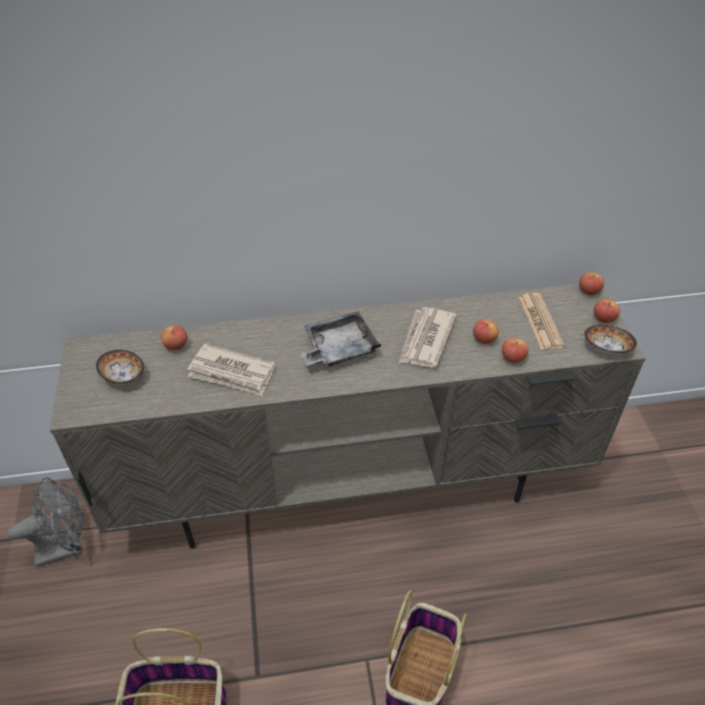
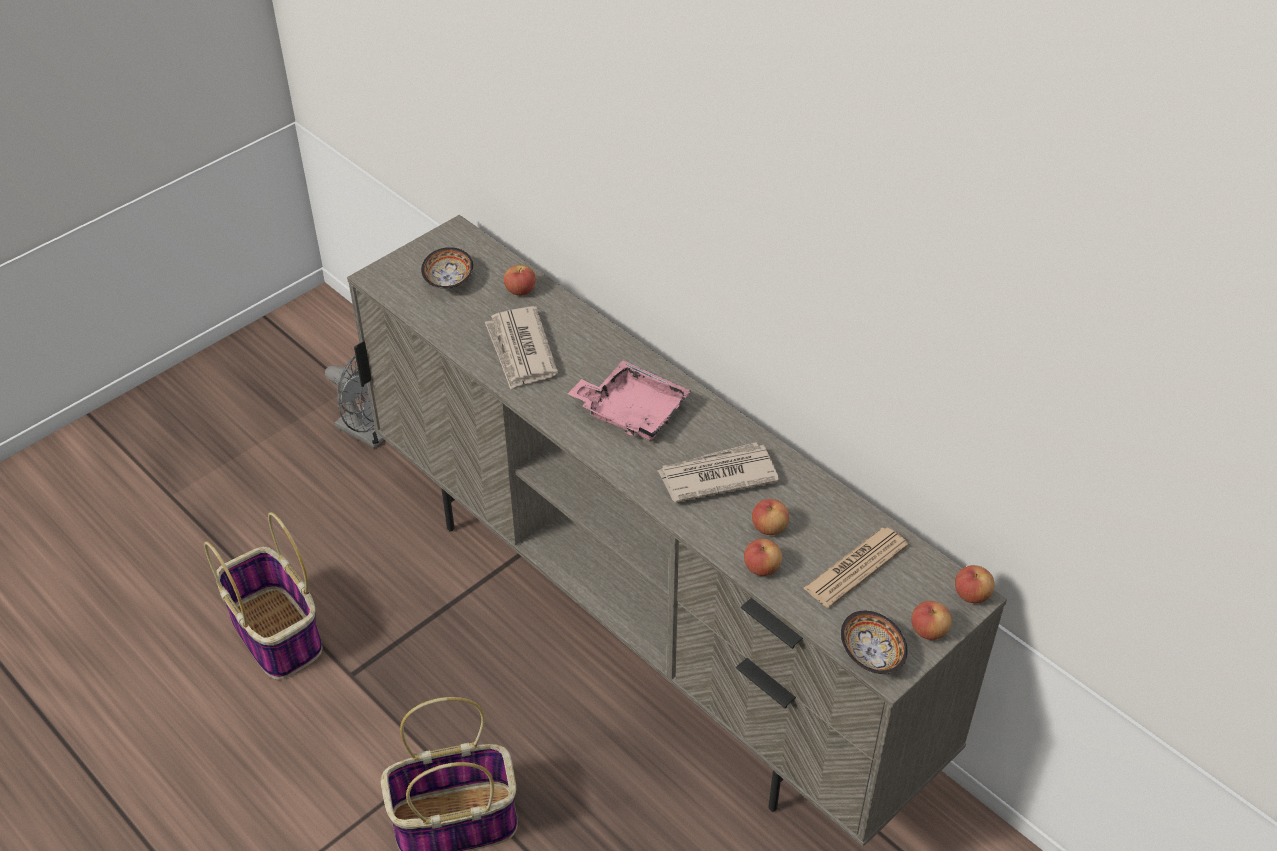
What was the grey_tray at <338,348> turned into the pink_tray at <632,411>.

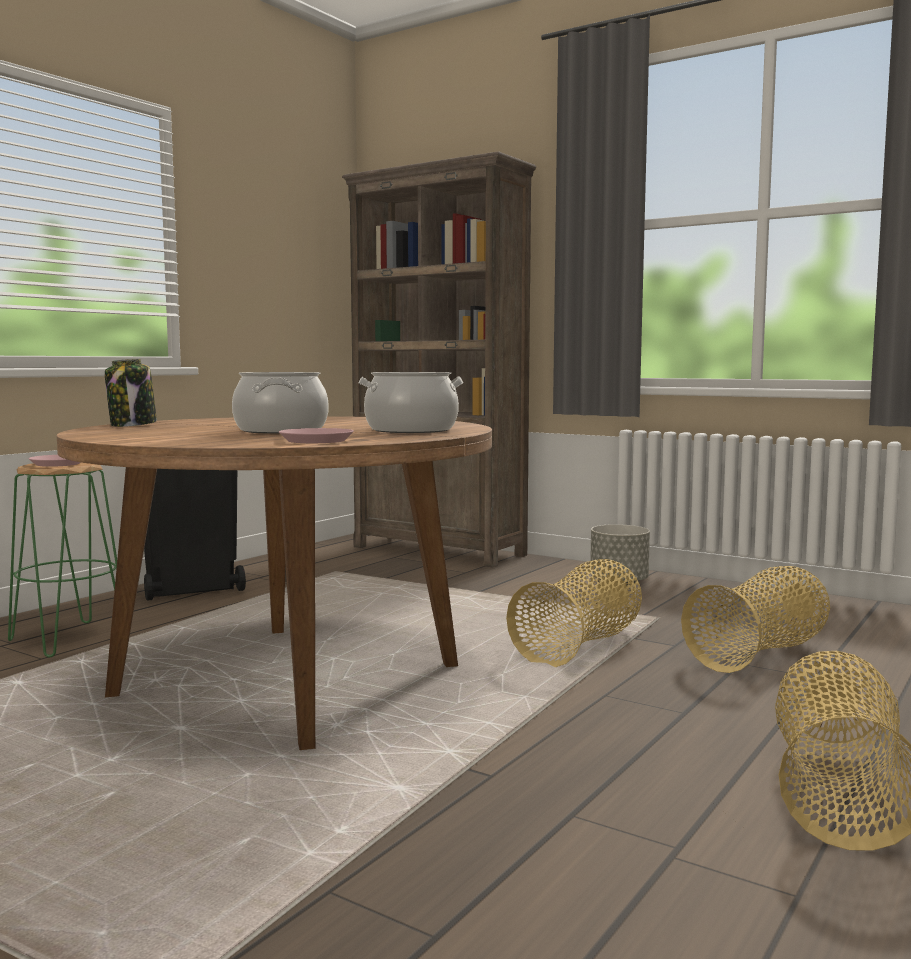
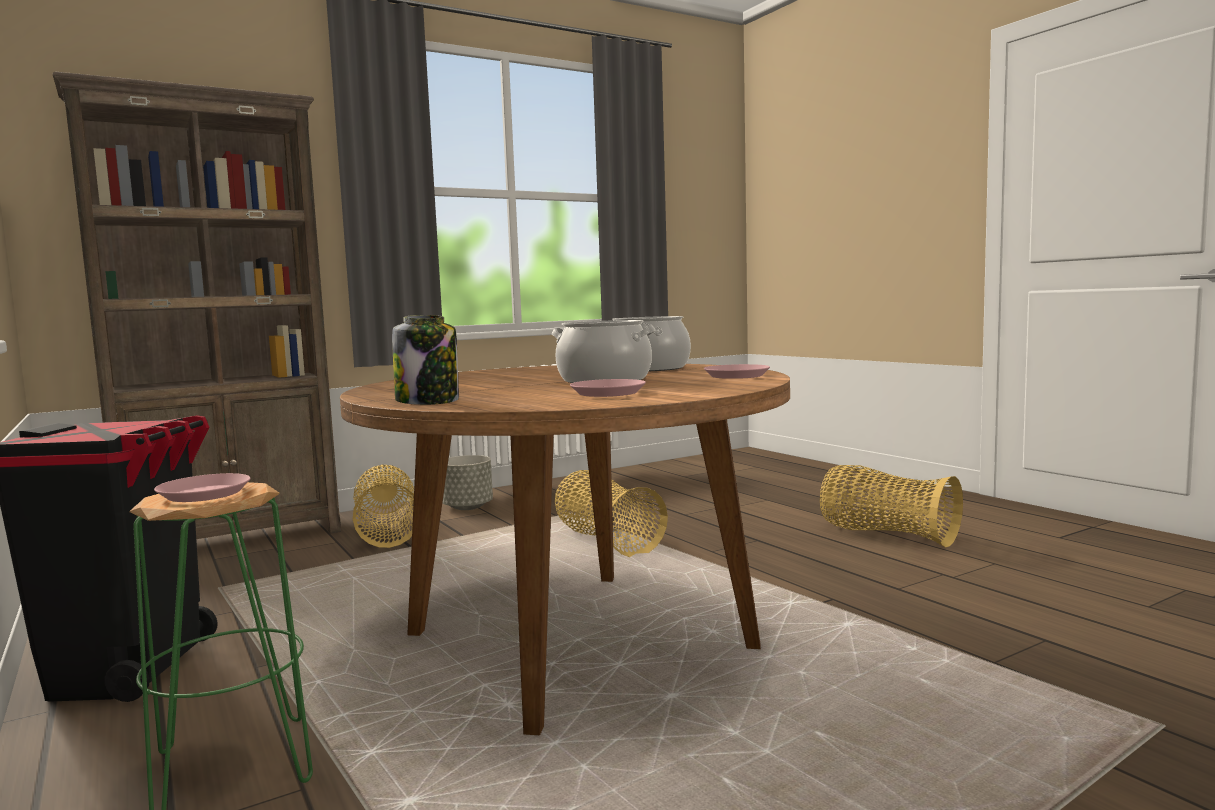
The second view gained the pink_plate at <608,393>. The basket ended up elsewhere, having gone from <760,654> to <387,531>.

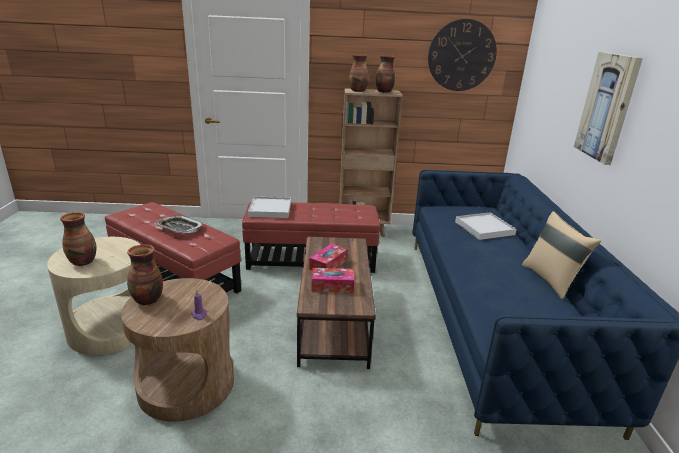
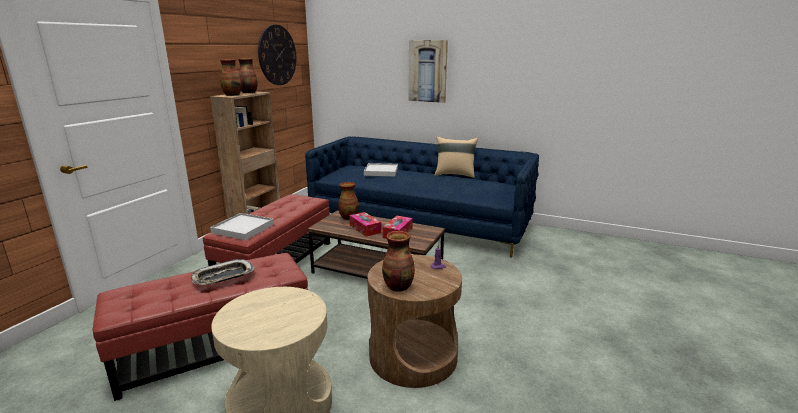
The vase ended up elsewhere, having gone from <83,261> to <348,217>.

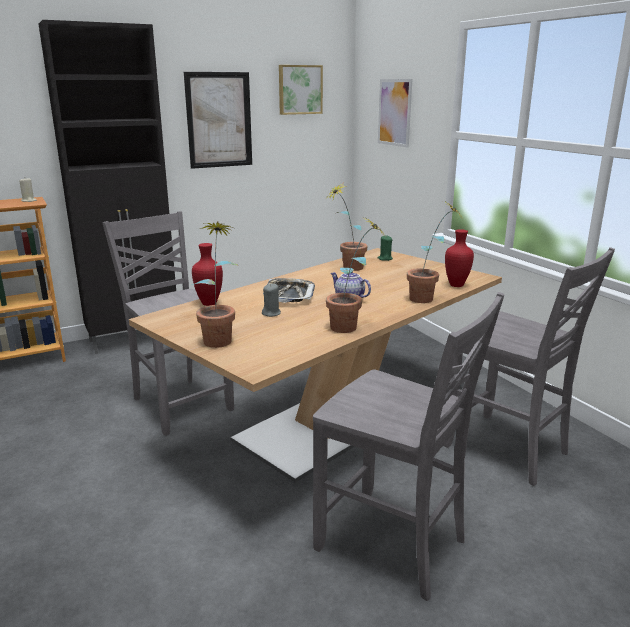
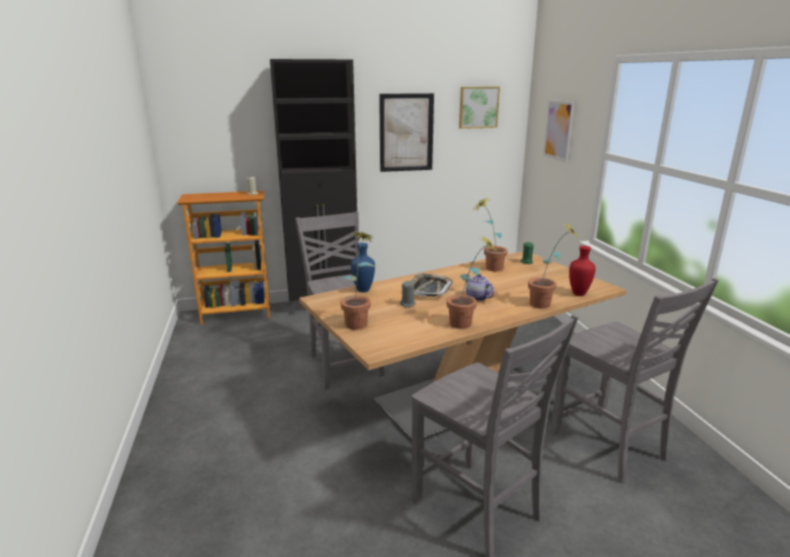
What was the red_vase at <209,303> turned into the blue_vase at <363,290>.

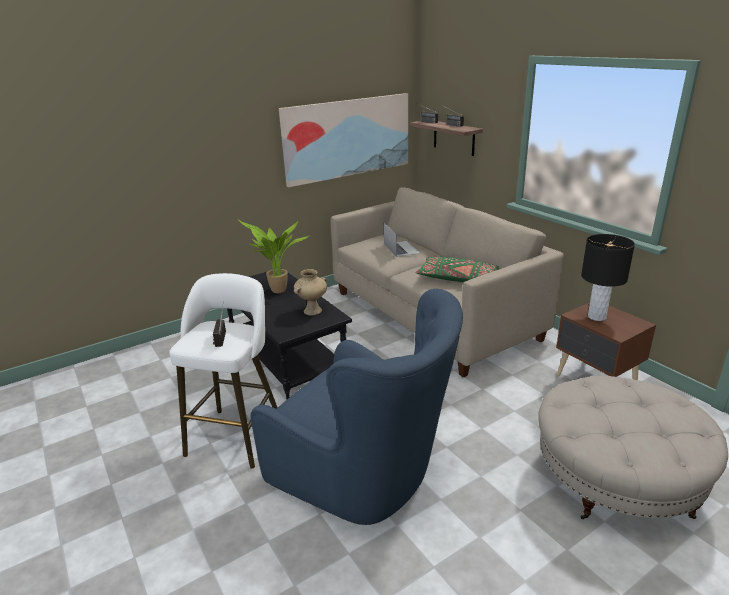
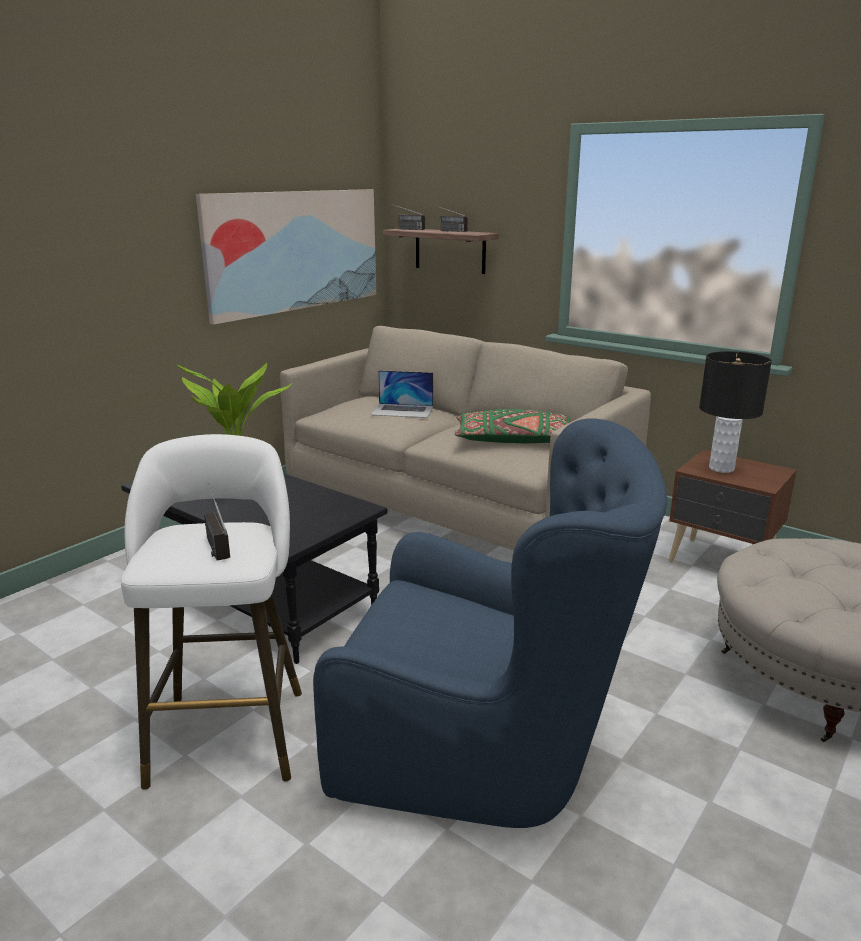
The second view lost the beige_vase at <312,310>. The laptop at <401,248> ended up facing another way, 135 degrees clockwise from before.

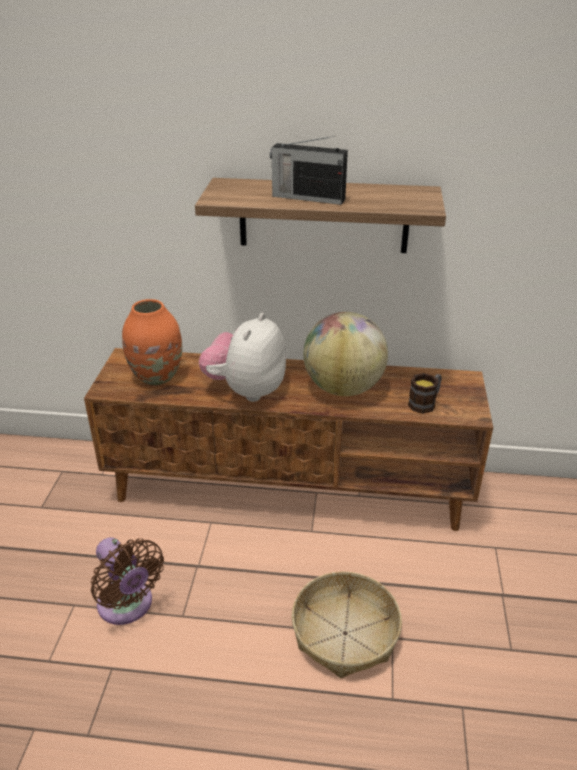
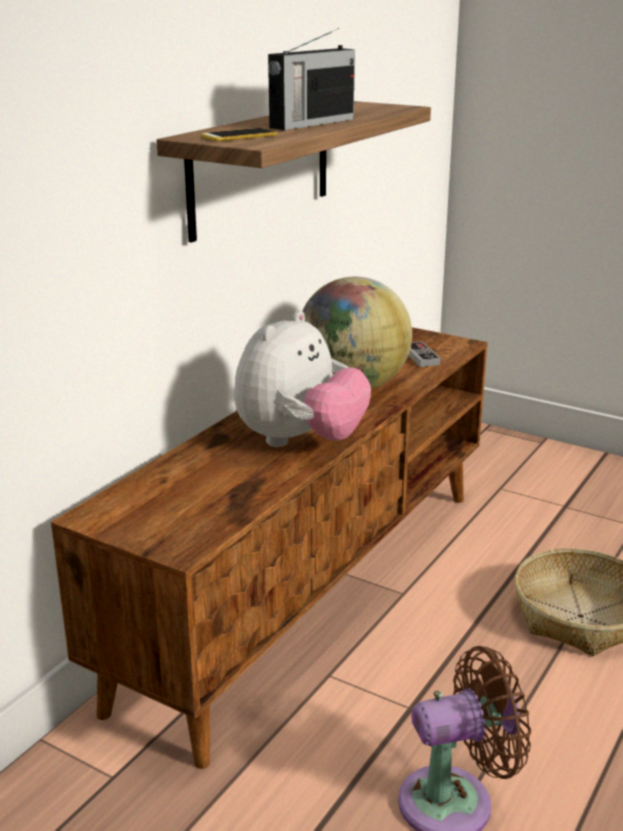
The second view lost the orange_vase at <157,376>. The second view gained the phone at <239,136>. Where the mug stood at <425,403>, the game_controller came to stand at <421,357>. The plush_toy at <246,390> ended up facing another way, 105 degrees counterclockwise from before.

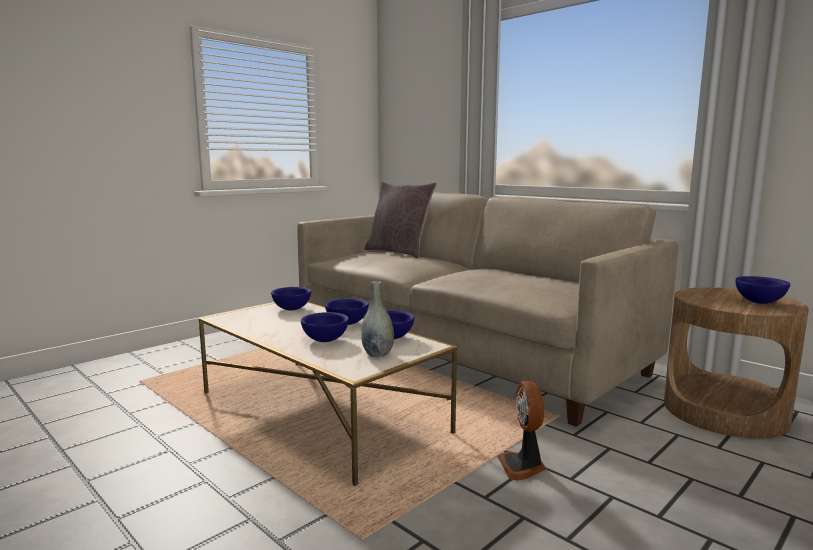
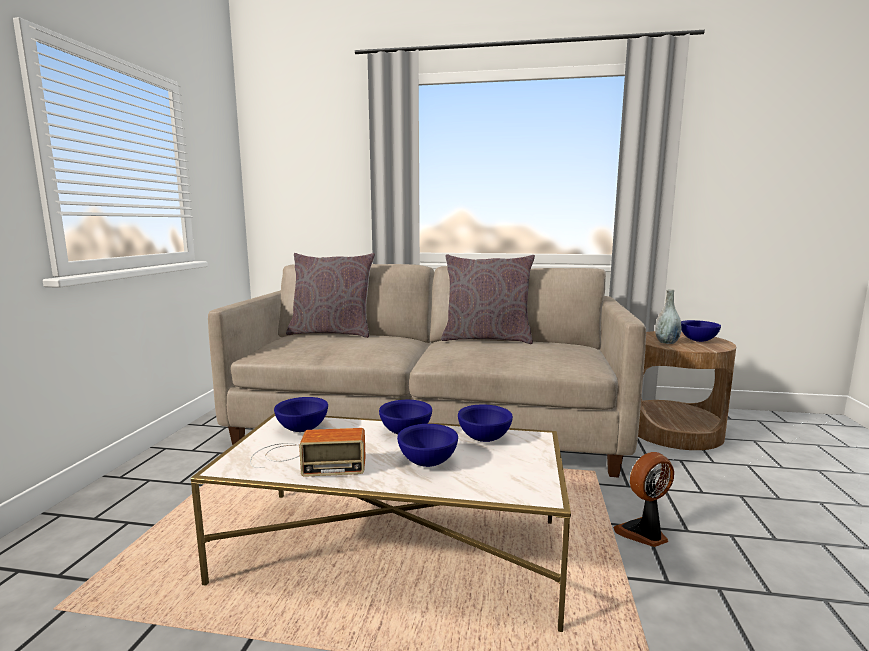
The second view gained the radio at <305,460>. The second view gained the grey_pillow at <487,339>. The grey_vase ended up elsewhere, having gone from <377,354> to <666,342>. The fan at <523,466> ended up facing another way, 105 degrees clockwise from before.

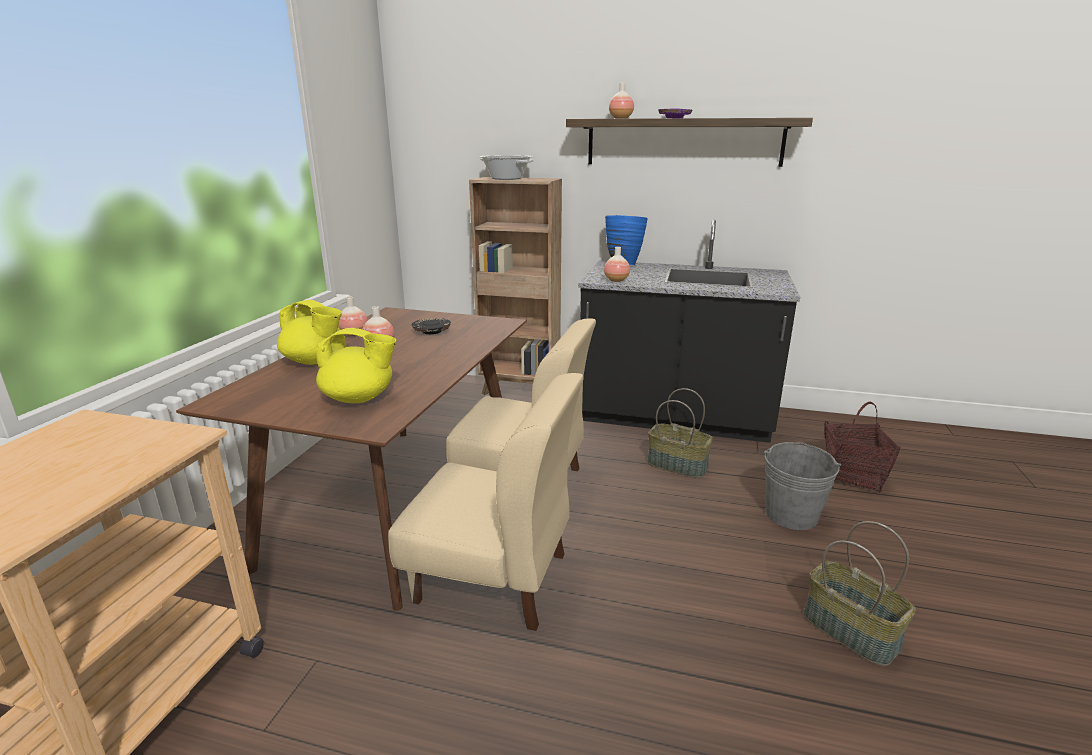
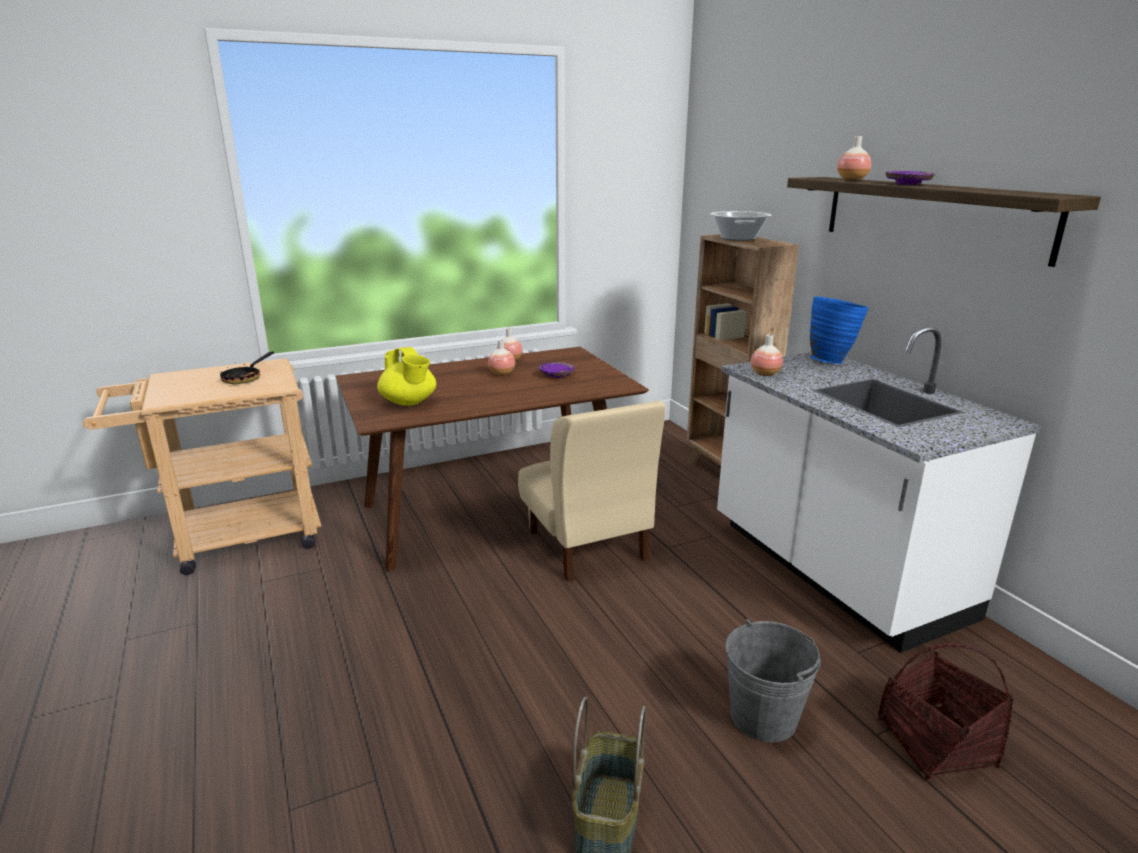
The second view lost the yellow_teapot at <315,361>. The second view lost the beige_chair at <493,578>. The second view lost the basket at <678,465>. The second view gained the frying_pan at <245,378>. What was the black_plate at <431,332> turned into the purple_plate at <556,375>. What was the black_counter at <674,418> turned into the white_counter at <833,570>.

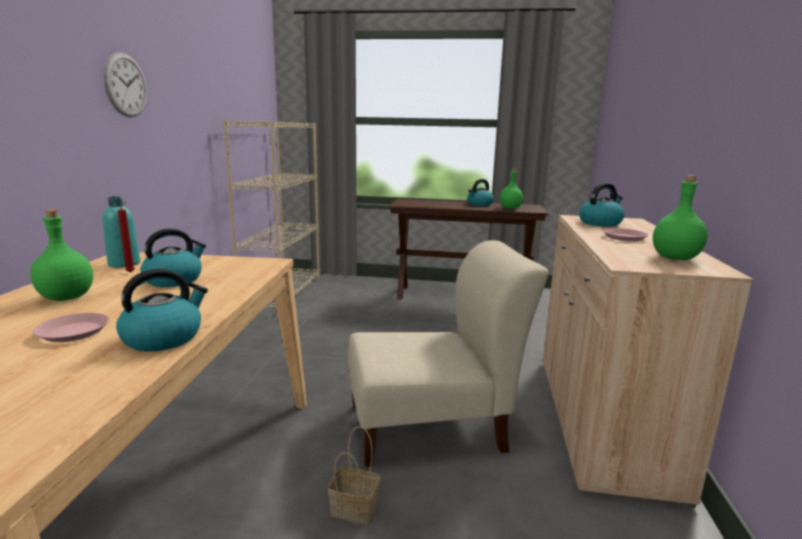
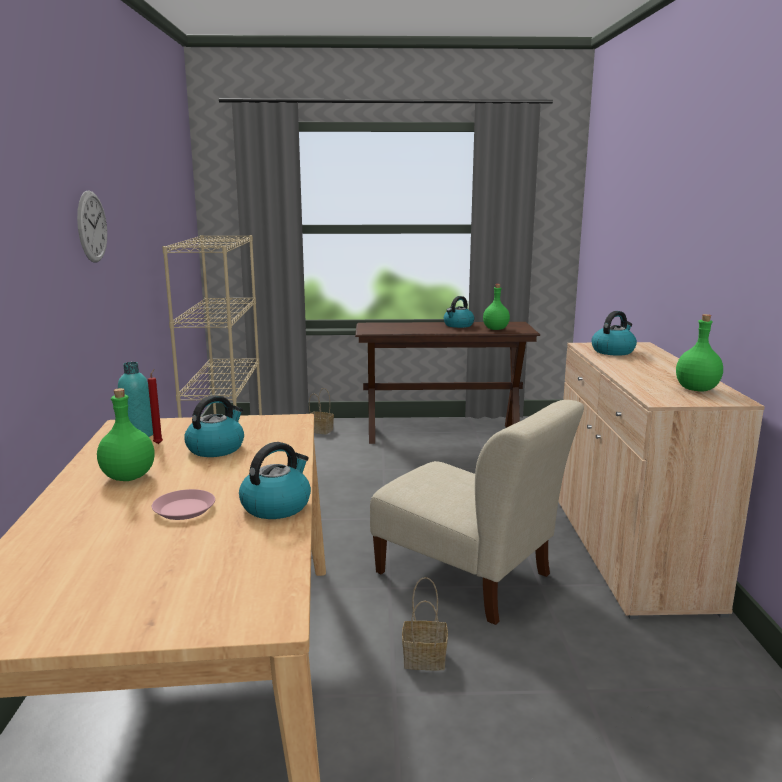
The second view lost the pink_plate at <624,238>. The second view gained the basket at <319,430>. The beige_chair at <433,427> ended up facing another way, 60 degrees clockwise from before.

